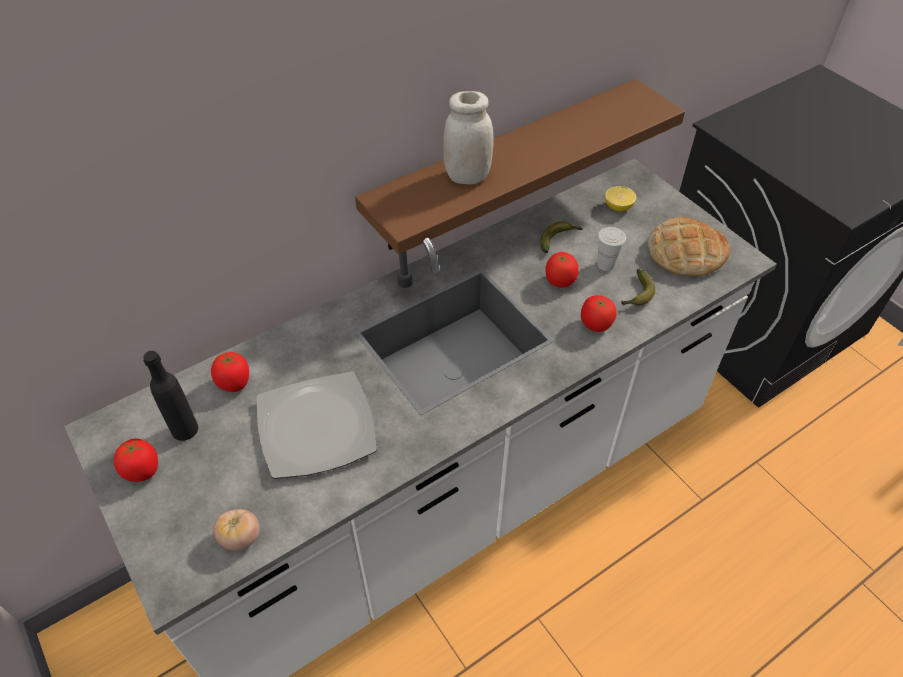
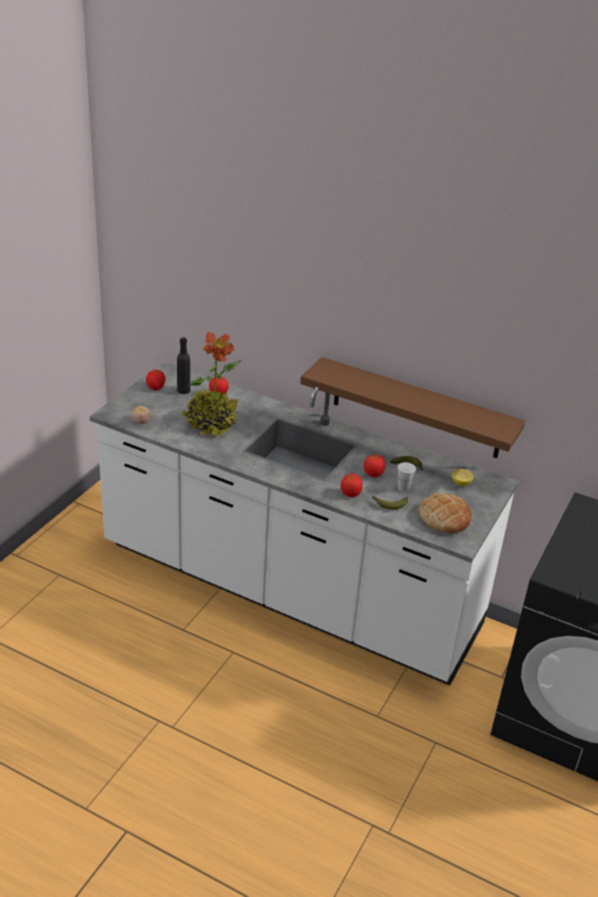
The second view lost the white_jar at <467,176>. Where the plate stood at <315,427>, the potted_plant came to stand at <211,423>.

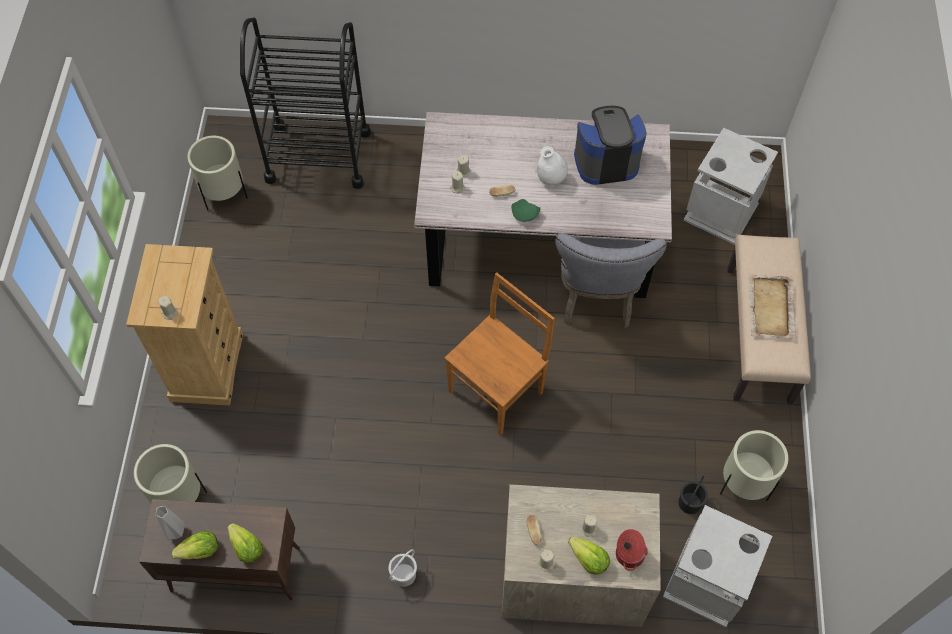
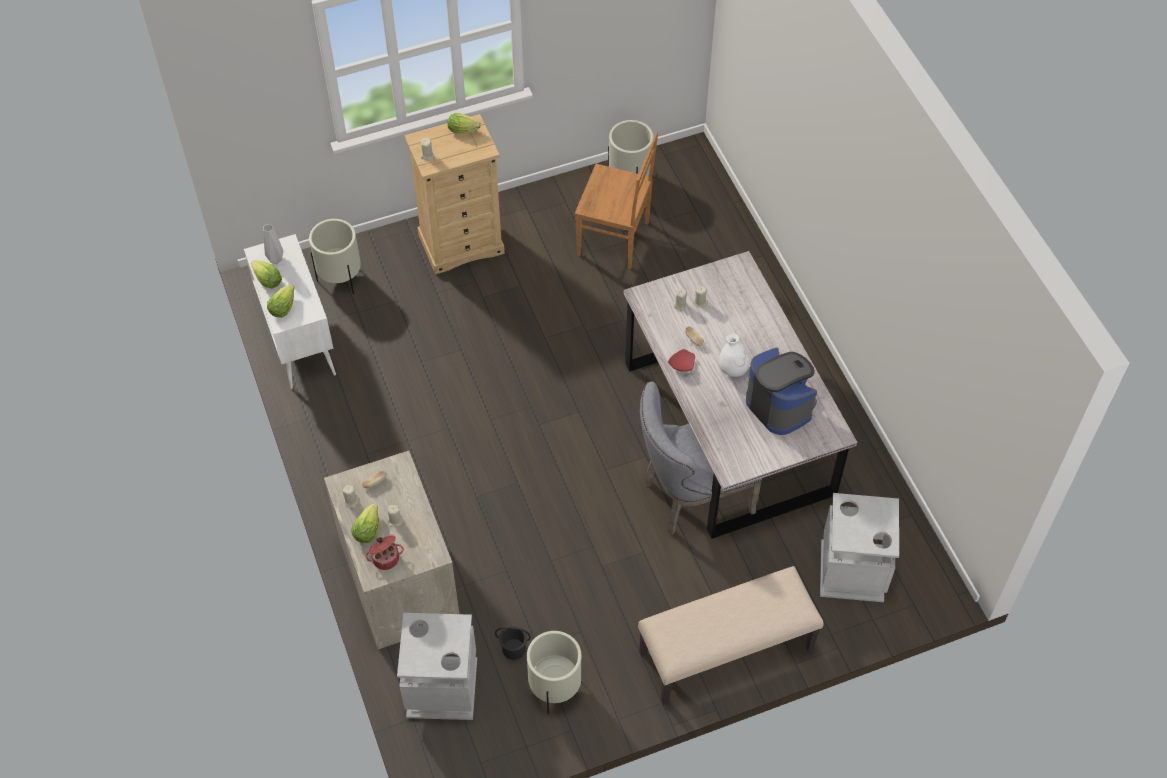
The second view lost the black_cart at <318,156>. The second view lost the white_bucket at <403,574>. The second view lost the beige_tray at <770,308>. The second view gained the lettuce at <465,130>. The brown_chair ended up elsewhere, having gone from <497,390> to <615,239>. What was the brown_cabinet at <234,569> turned into the white_cabinet at <298,340>. What was the green_plate at <524,215> turned into the red_plate at <681,364>.

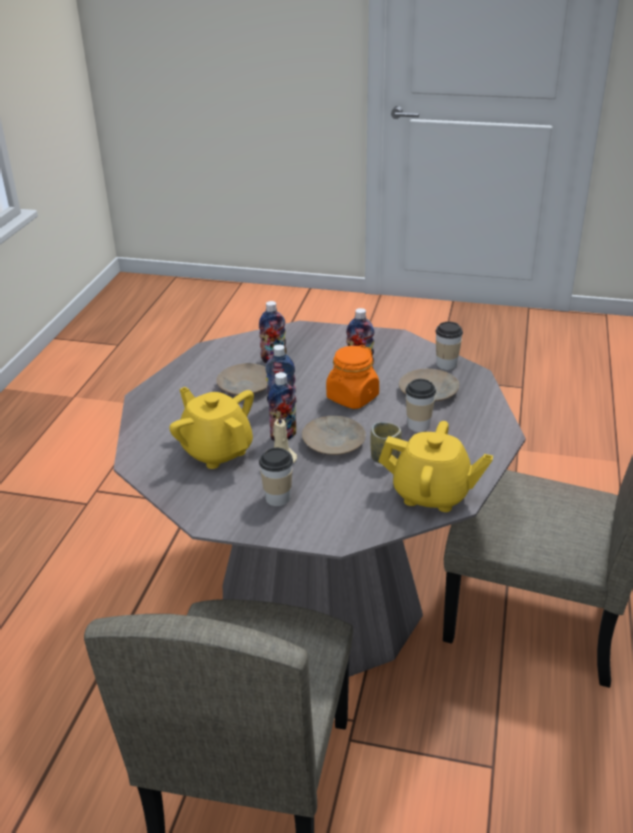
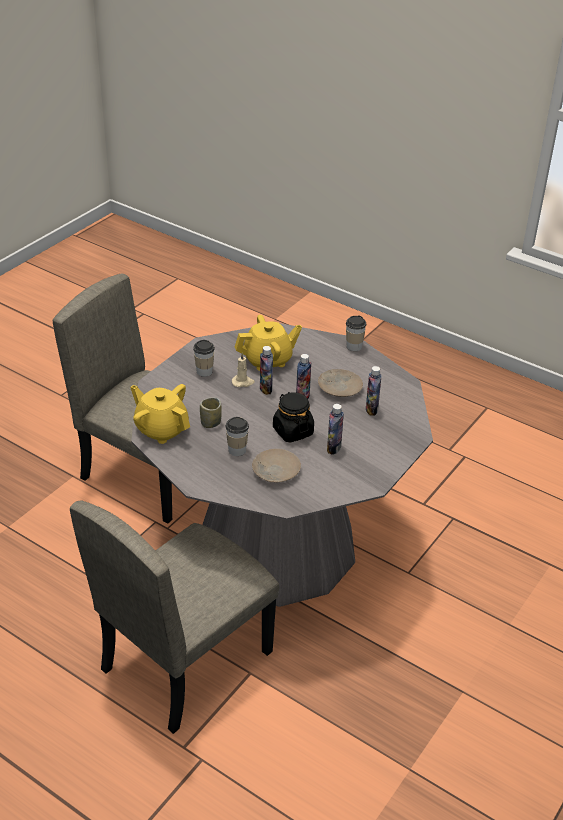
The second view lost the beige_plate at <334,442>. The cup ended up elsewhere, having gone from <446,364> to <354,346>. What was the orange_jar at <352,398> turned into the black_jar at <292,431>. The yellow_teapot at <432,494> ended up facing another way, 90 degrees clockwise from before.

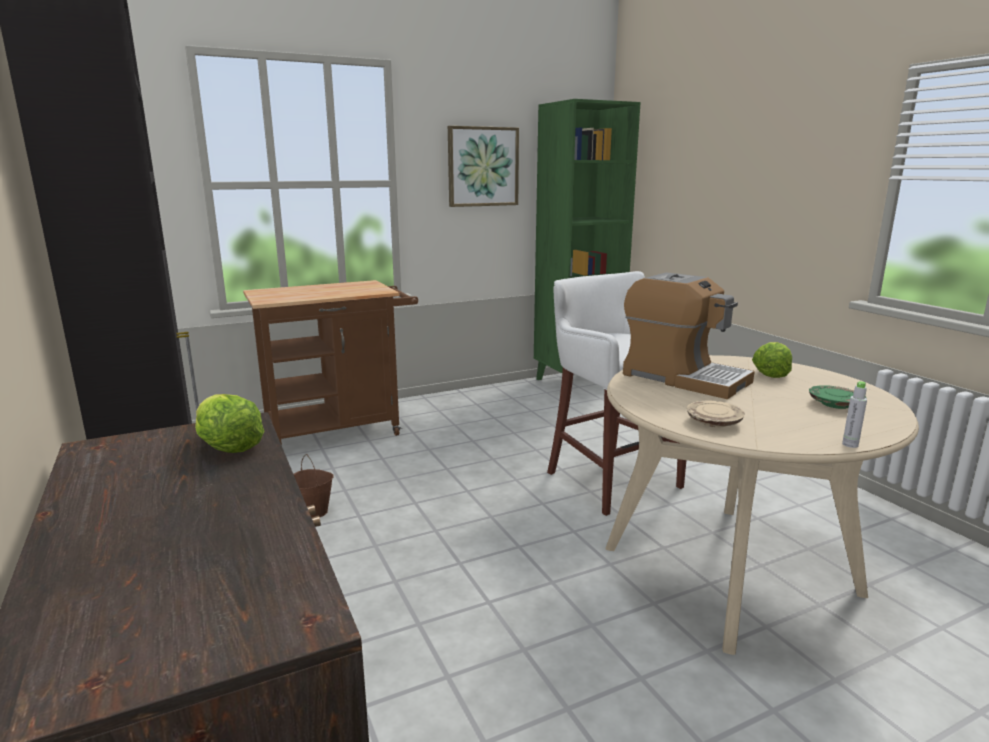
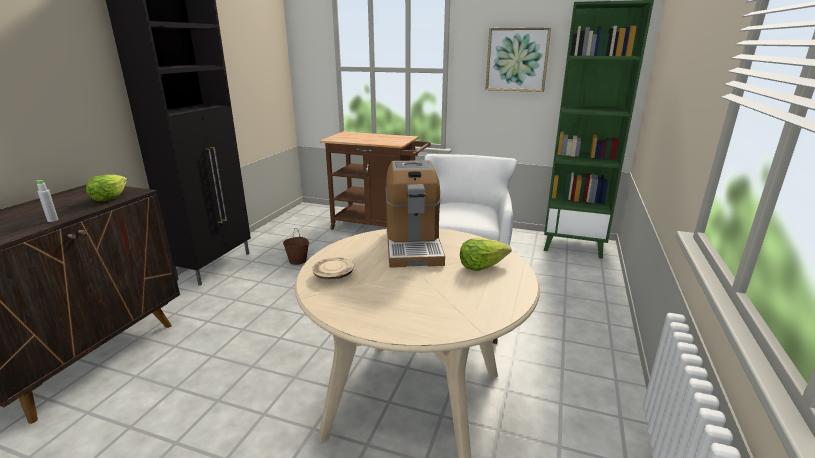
The second view lost the green_plate at <835,404>. The grey_bottle ended up elsewhere, having gone from <850,444> to <53,220>.

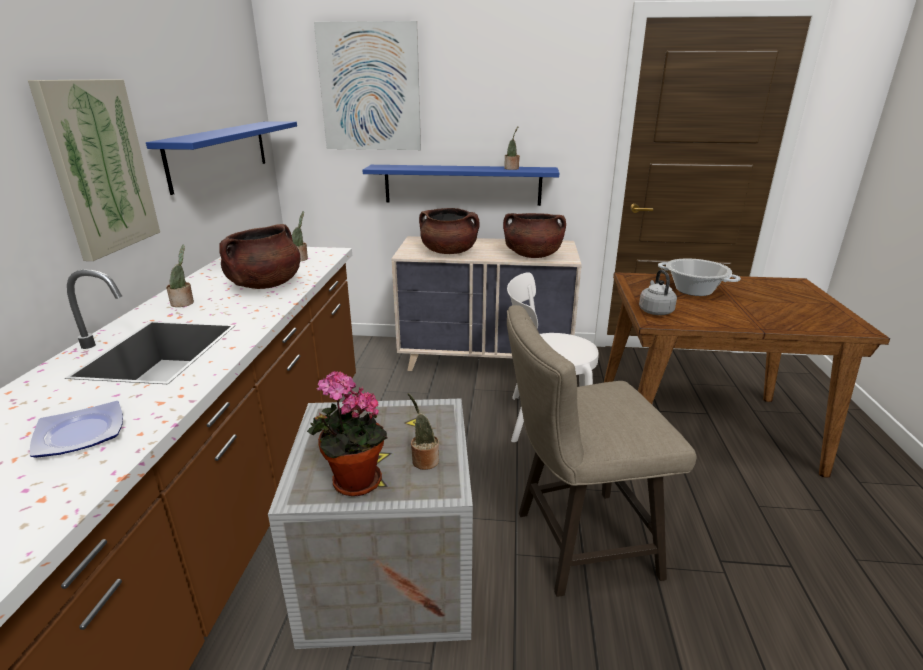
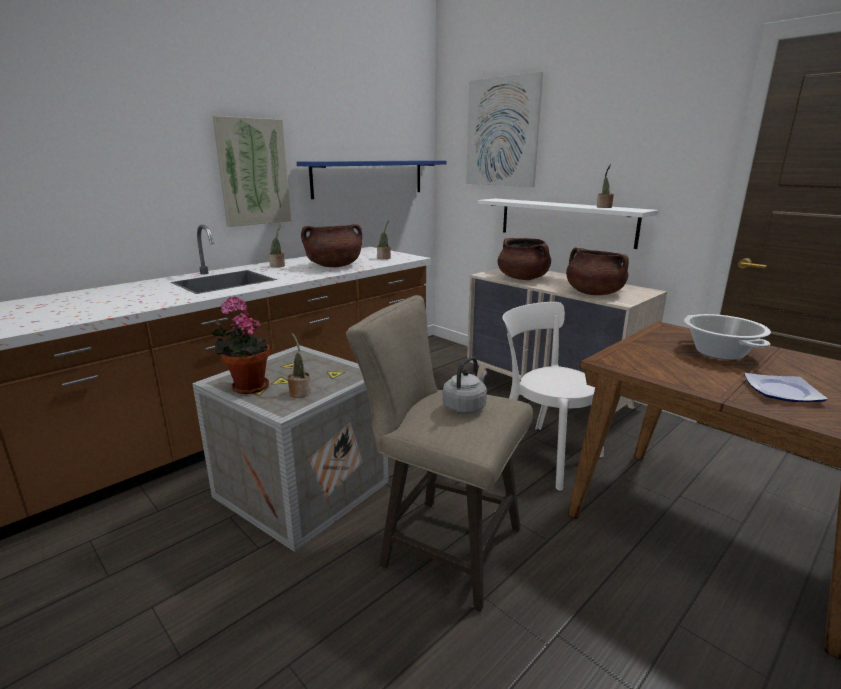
The plate ended up elsewhere, having gone from <82,434> to <783,392>. The grey_kettle ended up elsewhere, having gone from <655,311> to <465,407>. What was the blue_shelf at <462,185> turned into the white_shelf at <565,221>.

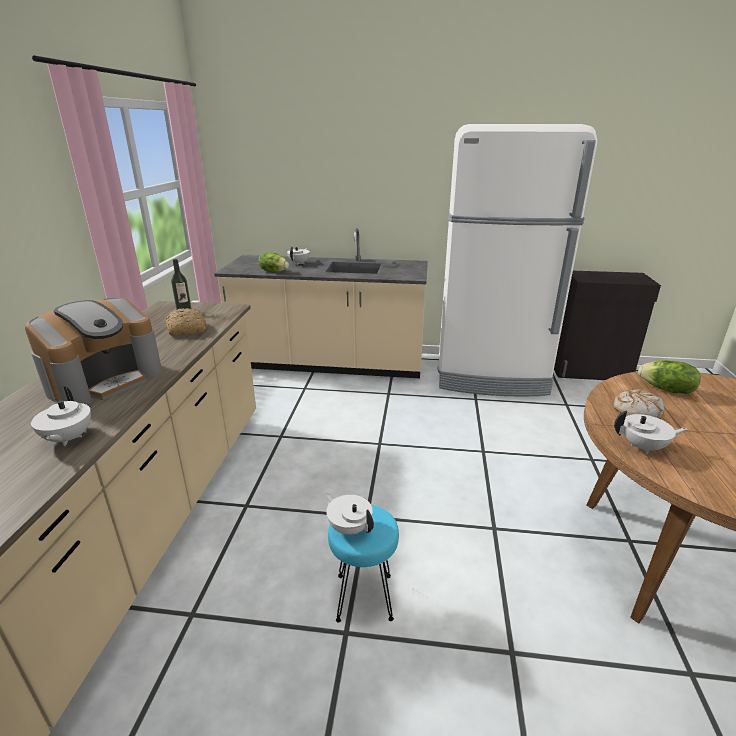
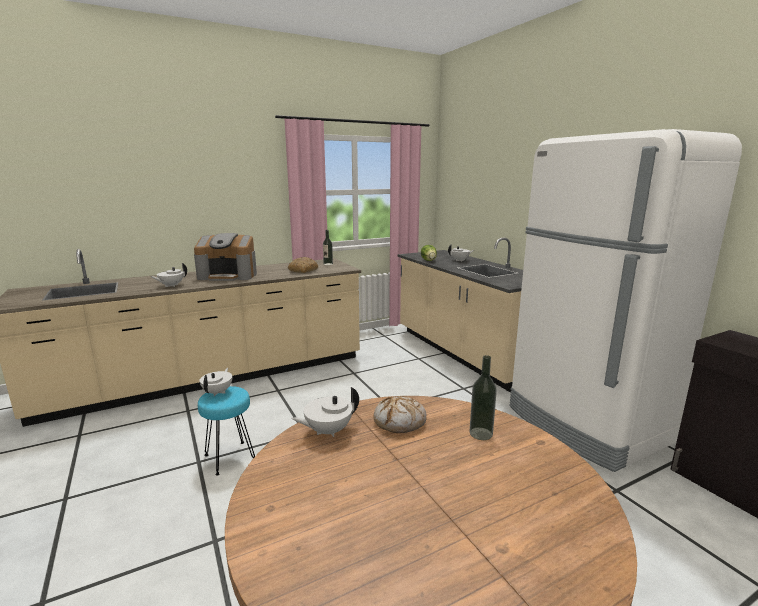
Where the lettuce stood at <666,390>, the bottle came to stand at <481,433>. The white_teapot at <643,447> ended up facing another way, 90 degrees clockwise from before.

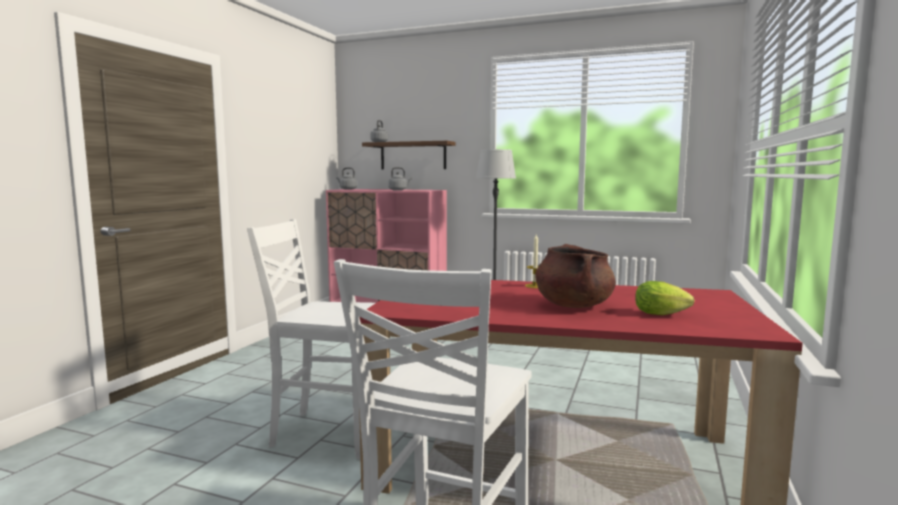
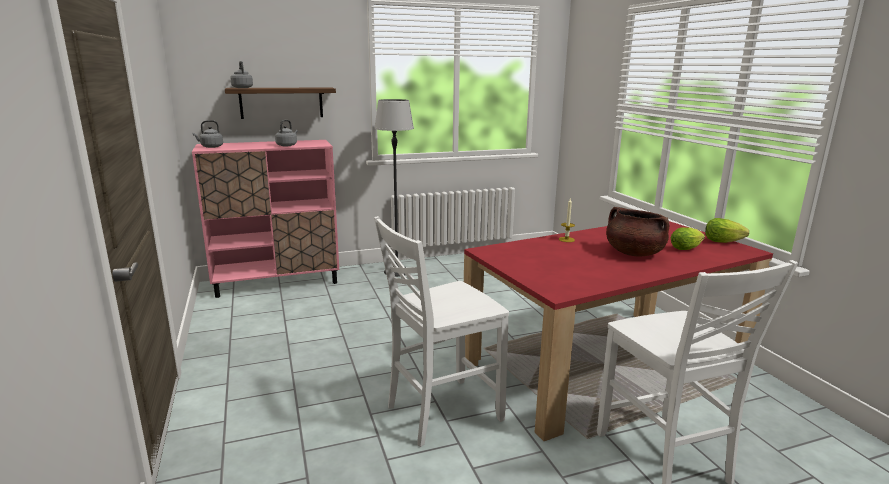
The second view gained the lettuce at <722,241>.

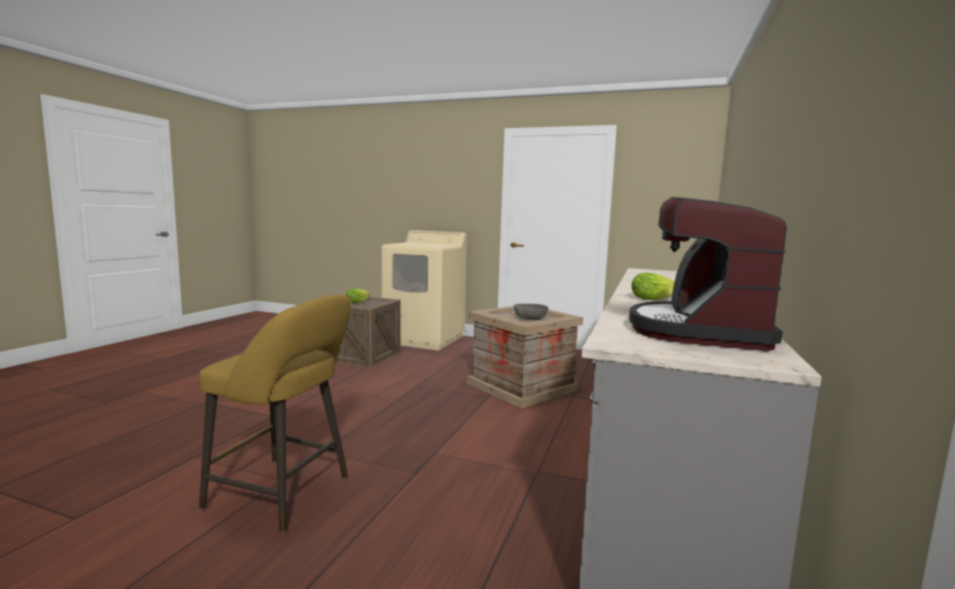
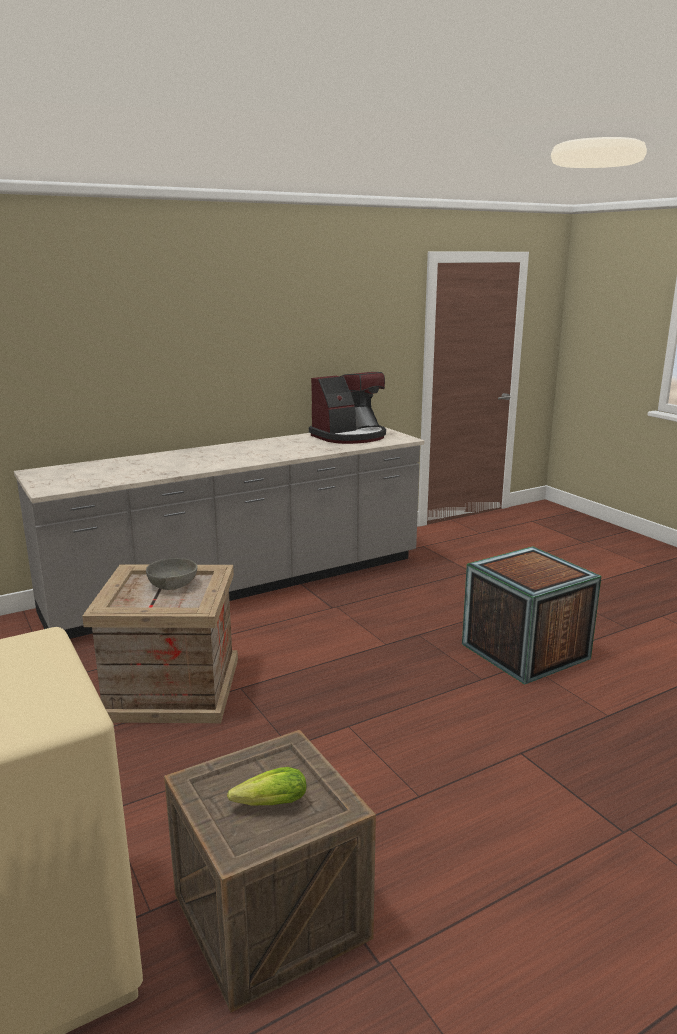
The second view lost the lettuce at <655,299>. Where the yellow_stool stood at <285,494>, the crate came to stand at <525,651>.

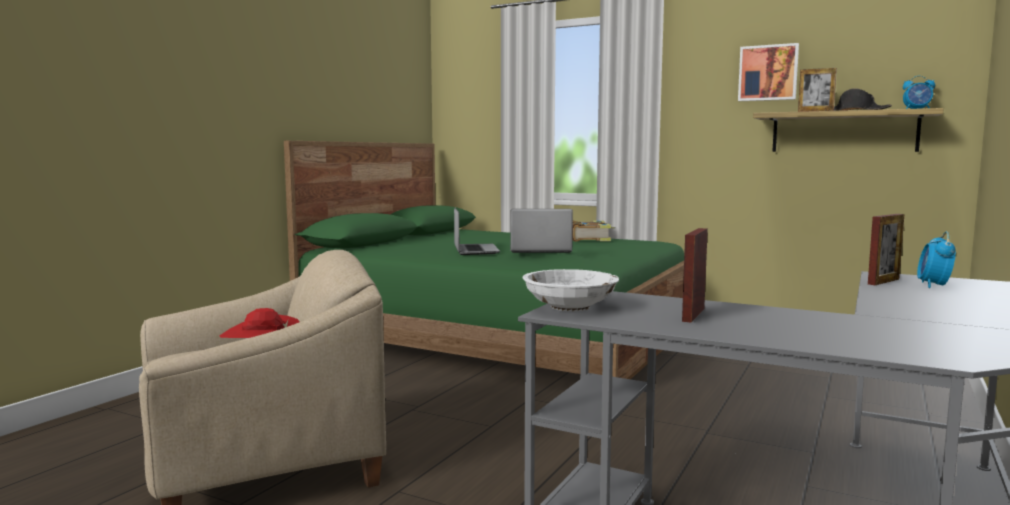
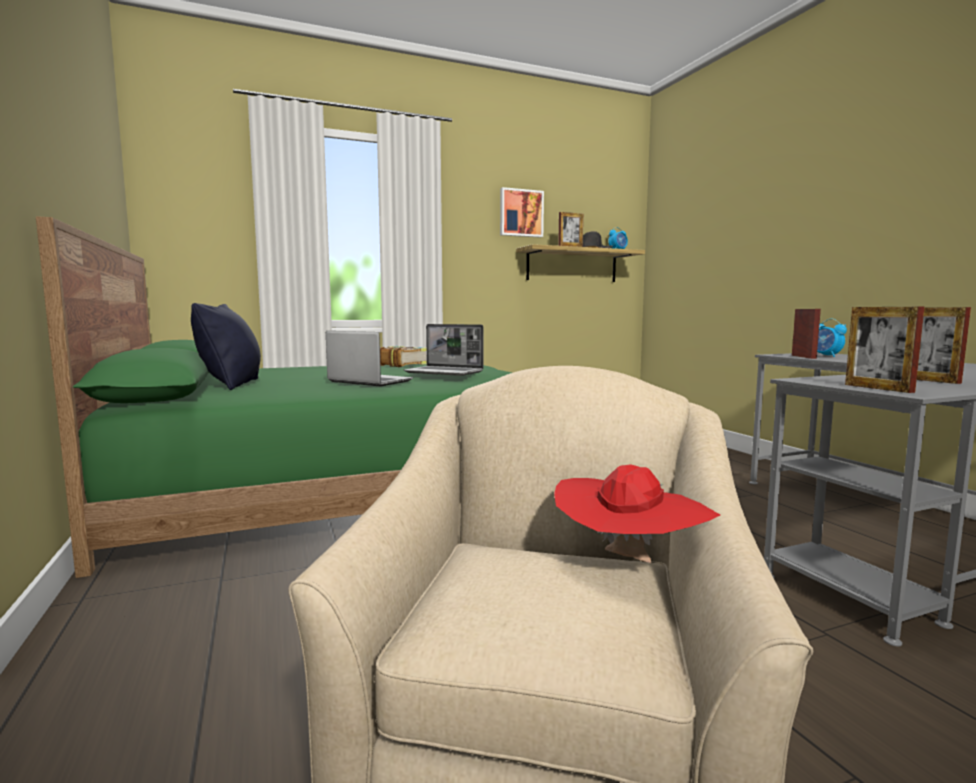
The second view gained the black_pillow at <232,384>. Where the white_bowl stood at <570,307>, the picture_frame came to stand at <878,388>. The laptop at <539,250> ended up facing another way, 105 degrees counterclockwise from before.

